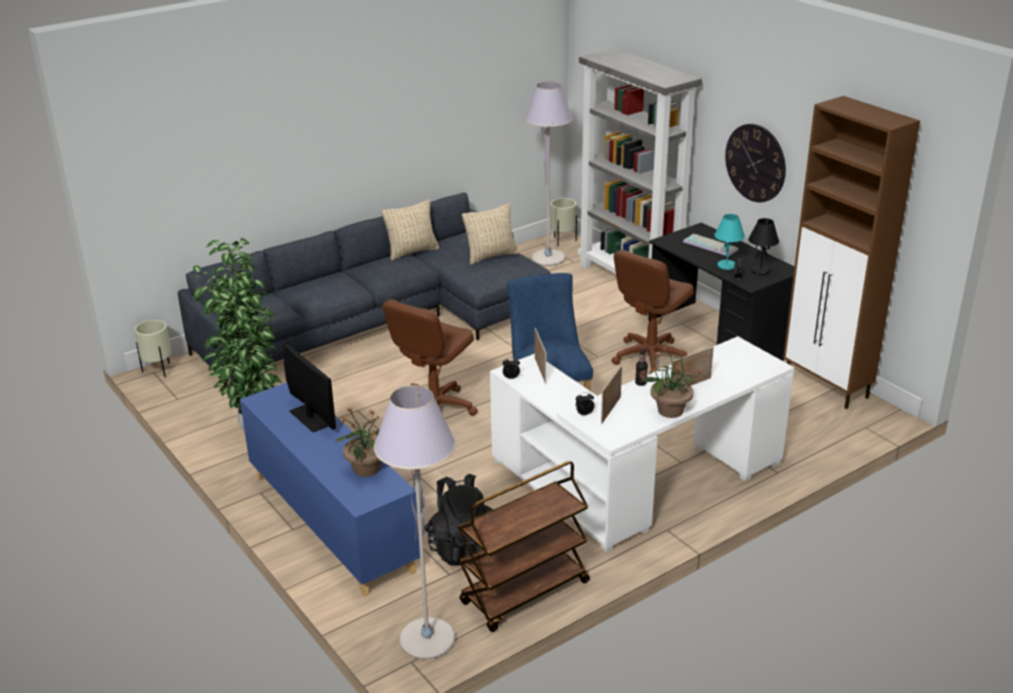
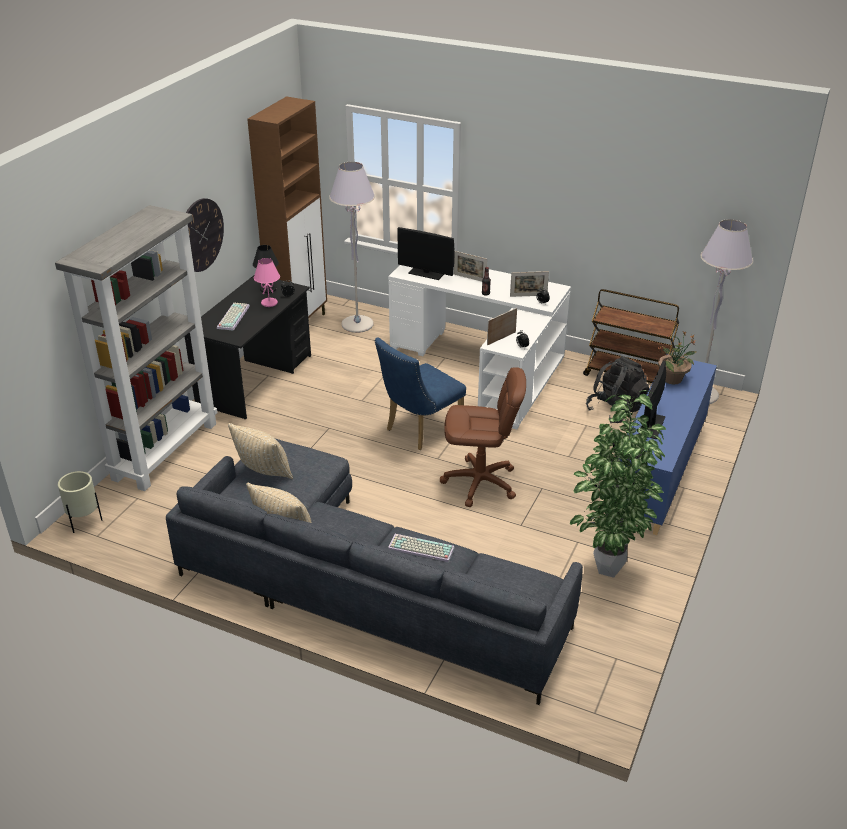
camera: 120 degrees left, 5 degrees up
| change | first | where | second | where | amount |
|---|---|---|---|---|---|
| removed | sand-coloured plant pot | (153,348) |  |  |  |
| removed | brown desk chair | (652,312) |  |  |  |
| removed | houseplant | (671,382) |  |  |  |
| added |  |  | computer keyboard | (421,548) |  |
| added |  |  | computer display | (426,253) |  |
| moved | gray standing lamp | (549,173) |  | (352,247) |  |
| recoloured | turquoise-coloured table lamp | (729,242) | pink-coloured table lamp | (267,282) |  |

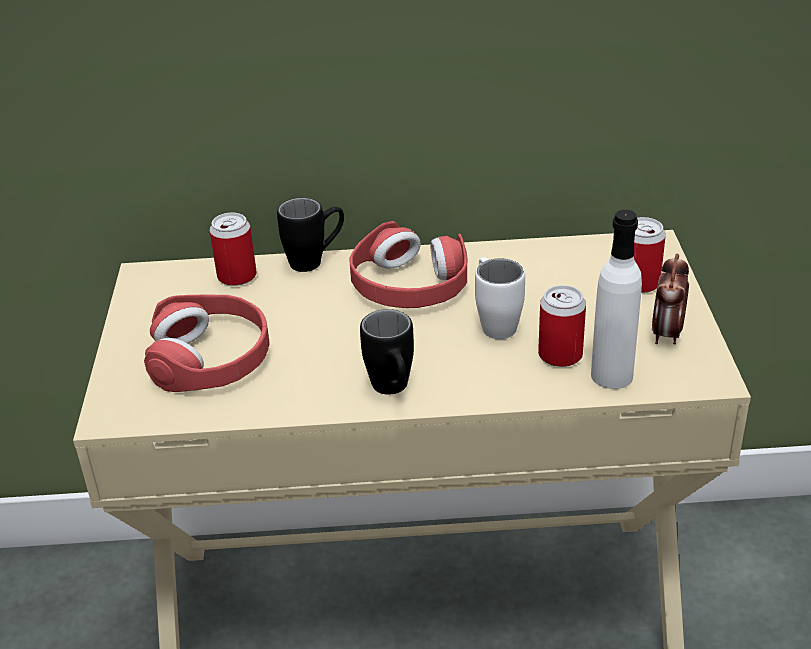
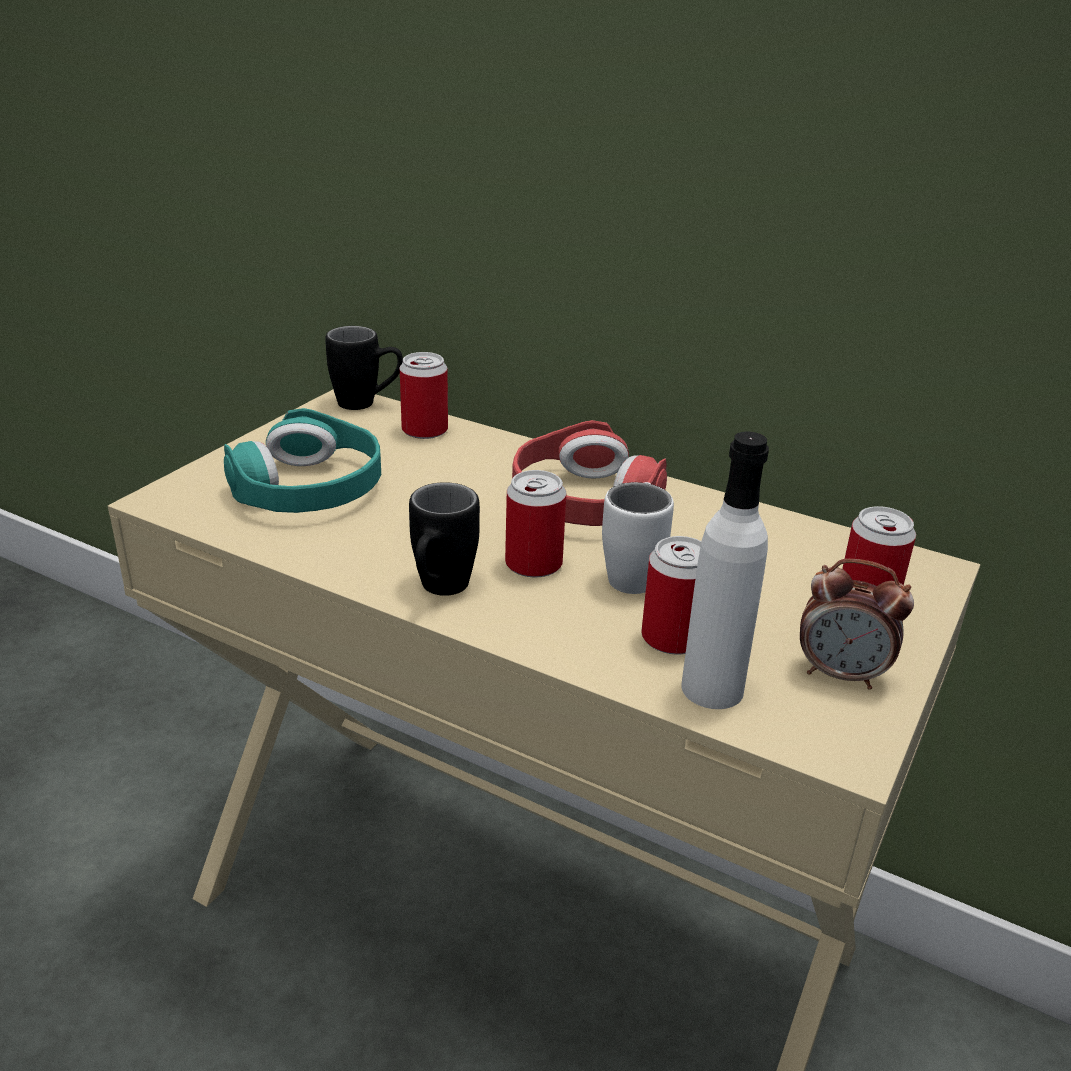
camera: 30 degrees right, 5 degrees down
| change | first | where | second | where | amount |
|---|---|---|---|---|---|
| added |  |  | metal can | (535,523) |  |
| moved | blackish coffee mug | (310,235) |  | (364,368) |  |
| recoloured | reddish headset | (206,343) | turquoise-coloured headset | (302,460) |  |
| turned | table clock | (670,299) |  | (857,624) | 120 degrees counterclockwise |

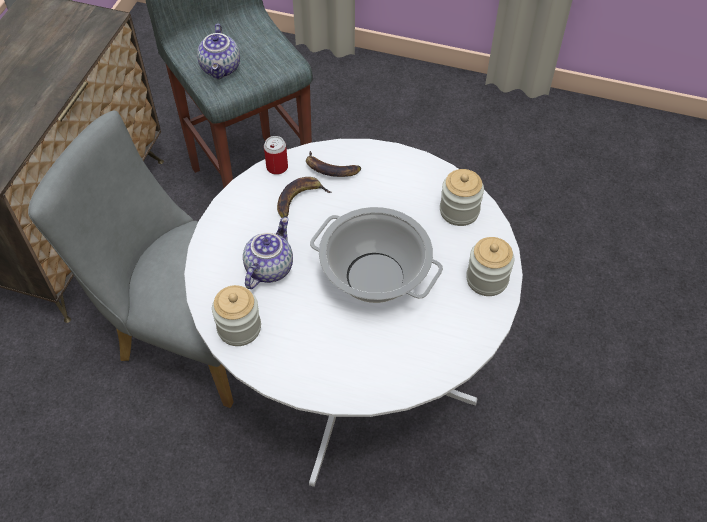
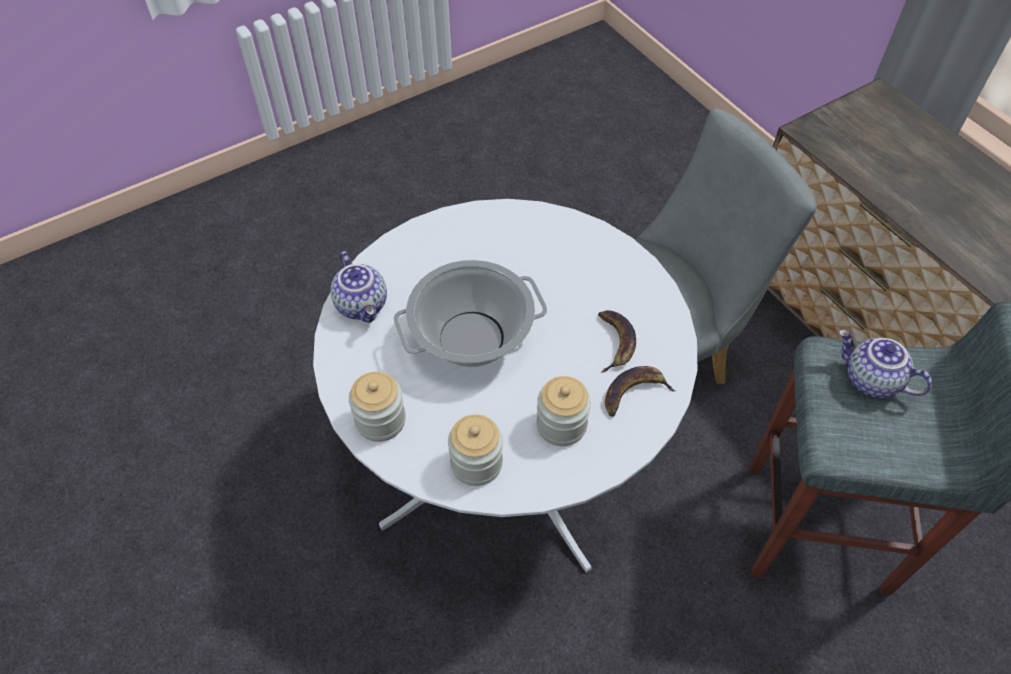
camera: 130 degrees right, 0 degrees up
| change | first | where | second | where | amount |
|---|---|---|---|---|---|
| removed | metal can | (276,155) |  |  |  |
| moved | storage jar | (236,315) |  | (563,411) |  |
| moved | teapot | (268,253) |  | (359,287) |  |

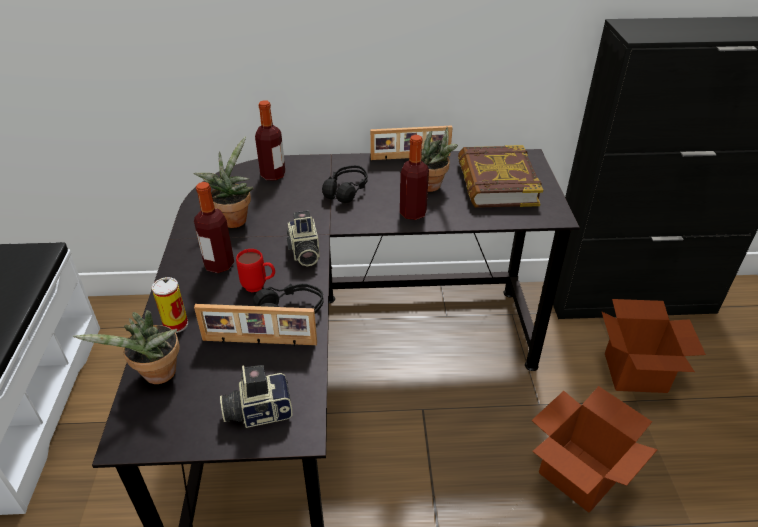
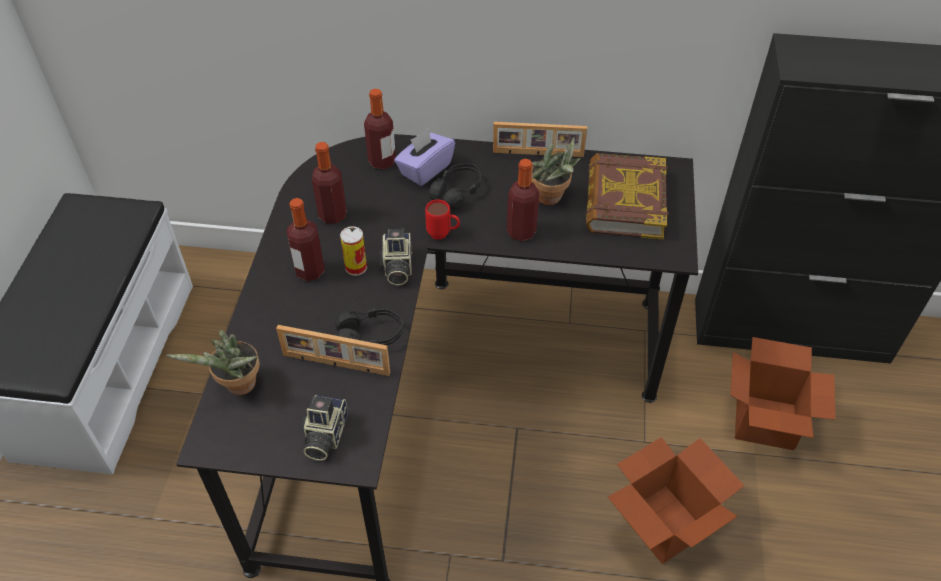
camera: 10 degrees right, 10 degrees up
| change | first | where | second | where | amount |
|---|---|---|---|---|---|
| added |  |  | purple-coloured box of tissues | (424,157) |  |
| moved | metal can | (170,305) |  | (353,251) |  |
| moved | reddish coffee mug | (255,270) |  | (442,220) |  |
| replaced | houseplant | (223,182) | bottle | (329,183) |  |
| turned | photo camera | (256,396) |  | (324,428) | 75 degrees counterclockwise |

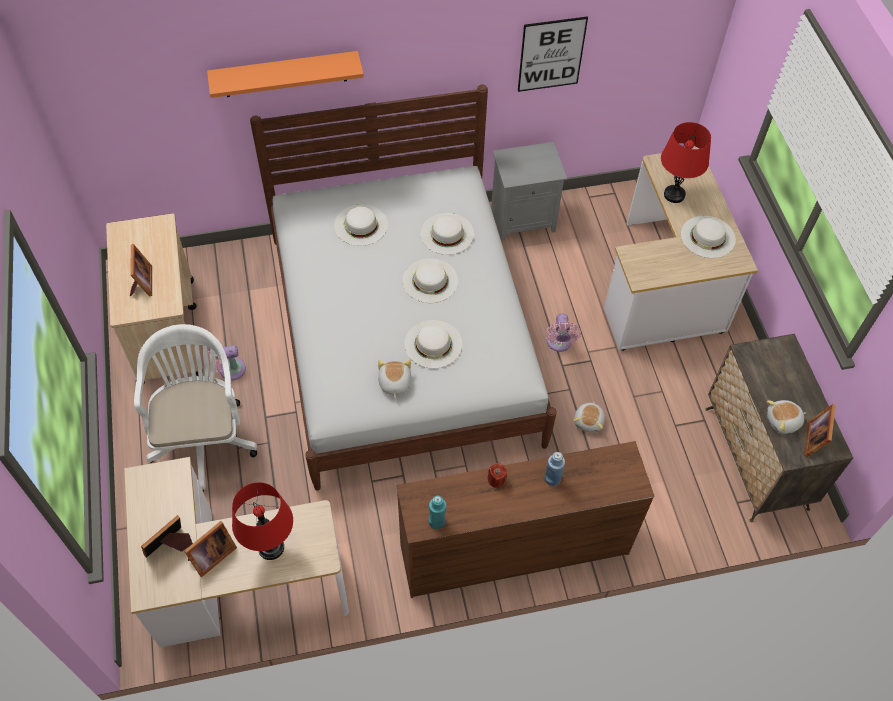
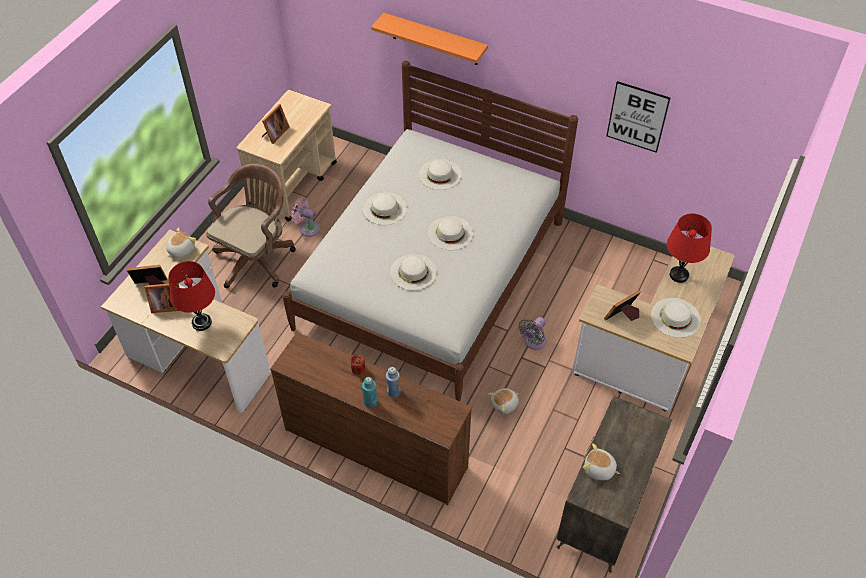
camera: 40 degrees right, 5 degrees down
| change | first | where | second | where | amount |
|---|---|---|---|---|---|
| removed | gray nightstand | (529,191) |  |  |  |
| moved | plush toy | (394,378) |  | (181,242) |  |
| moved | whitish hat | (447,234) |  | (385,208) |  |
| moved | turquoise-coloured bottle | (437,512) |  | (369,392) |  |
| moved | photo frame | (820,430) |  | (622,305) |  |
| recoloured | whitish desk chair | (195,407) | brown desk chair | (251,225) |  |
| recoloured | pink-coloured cooling fan | (563,333) | gray cooling fan | (532,333) |  |

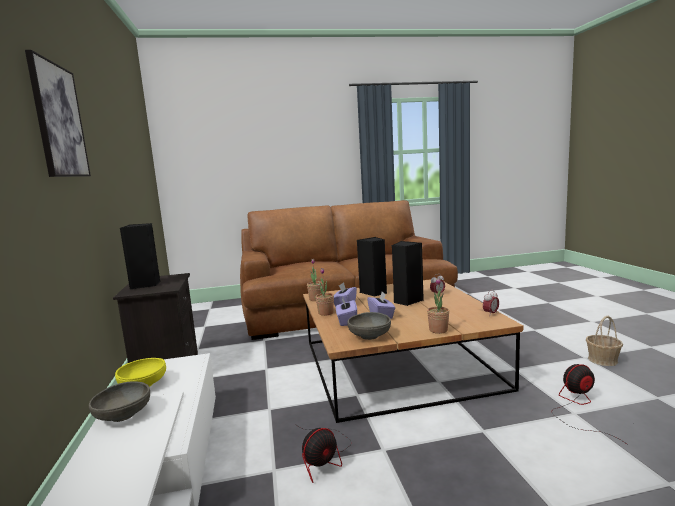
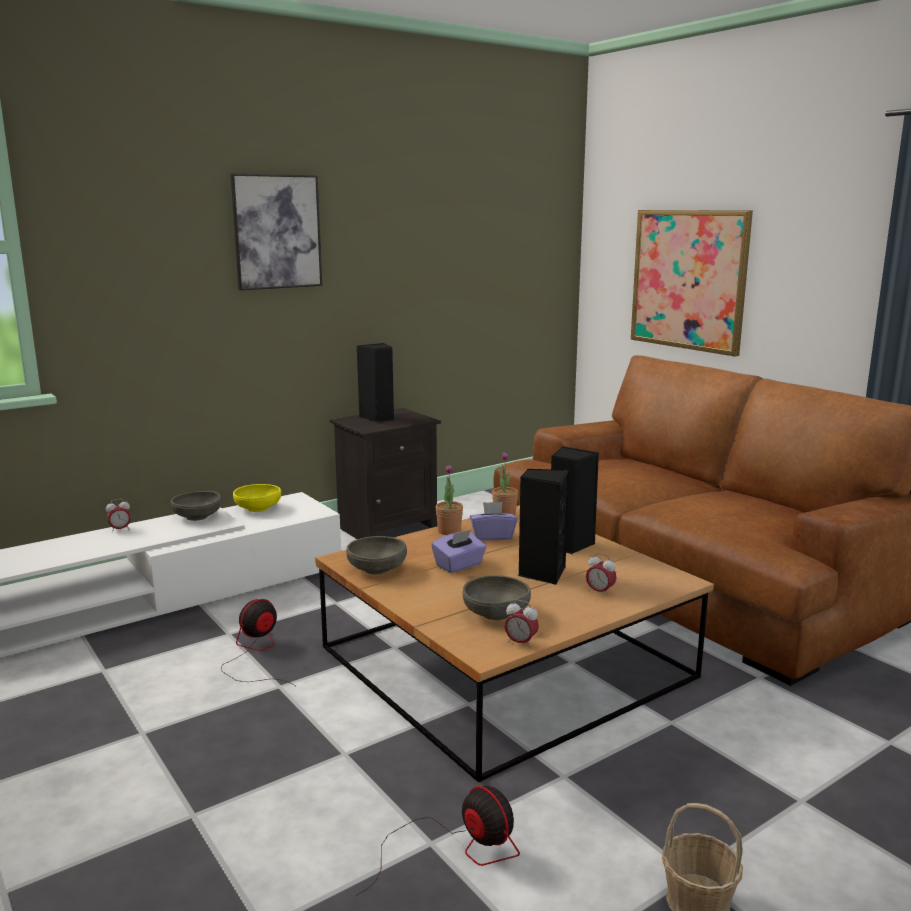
camera: 65 degrees right, 5 degrees up
| change | first | where | second | where | amount |
|---|---|---|---|---|---|
| removed | purple-coloured box of tissues | (346,311) |  |  |  |
| removed | houseplant | (438,306) |  |  |  |
| added |  |  | table clock | (118,515) |  |
| added |  |  | gray serving bowl | (497,597) |  |
| added |  |  | wall art | (692,283) |  |
| turned | cooling fan | (325,454) |  | (258,642) | 105 degrees clockwise |

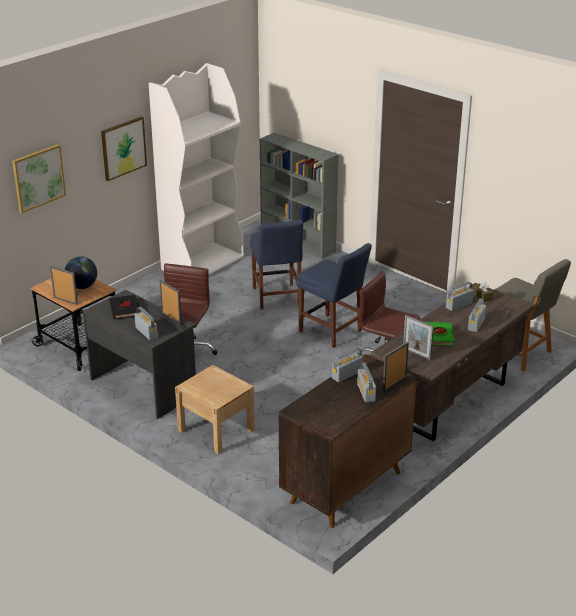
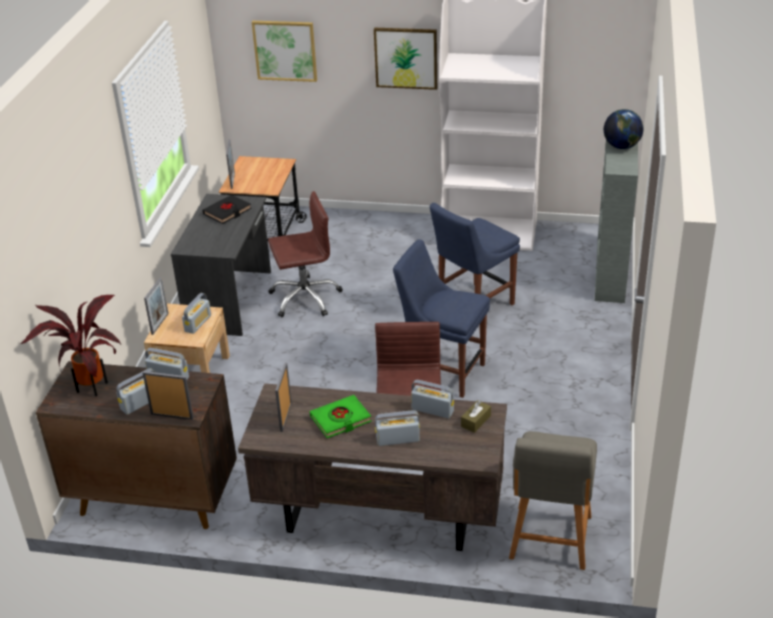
camera: 60 degrees right, 5 degrees up
| change | first | where | second | where | amount |
|---|---|---|---|---|---|
| added |  |  | houseplant | (70,345) |  |
| moved | world globe | (81,273) |  | (624,129) |  |
| moved | radio set | (146,323) |  | (196,313) |  |
| moved | photo frame | (171,302) |  | (156,306) |  |
| turned | blue plain chair | (334,295) |  | (441,318) | 105 degrees clockwise |

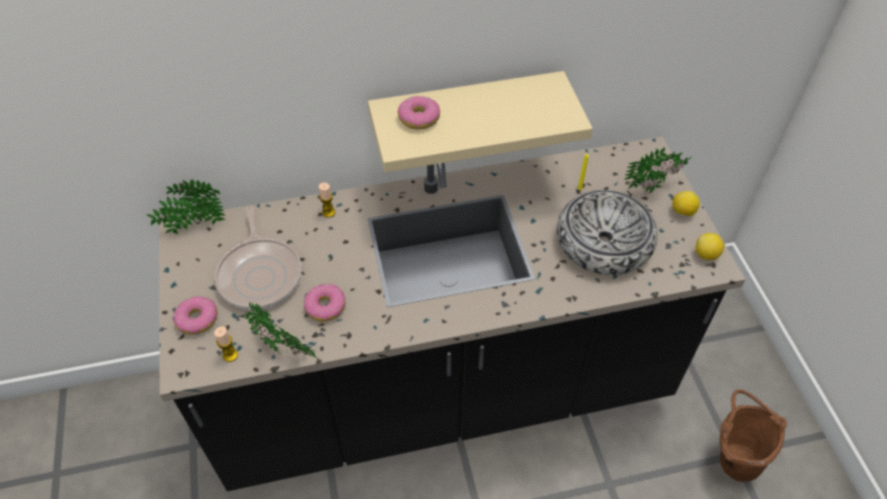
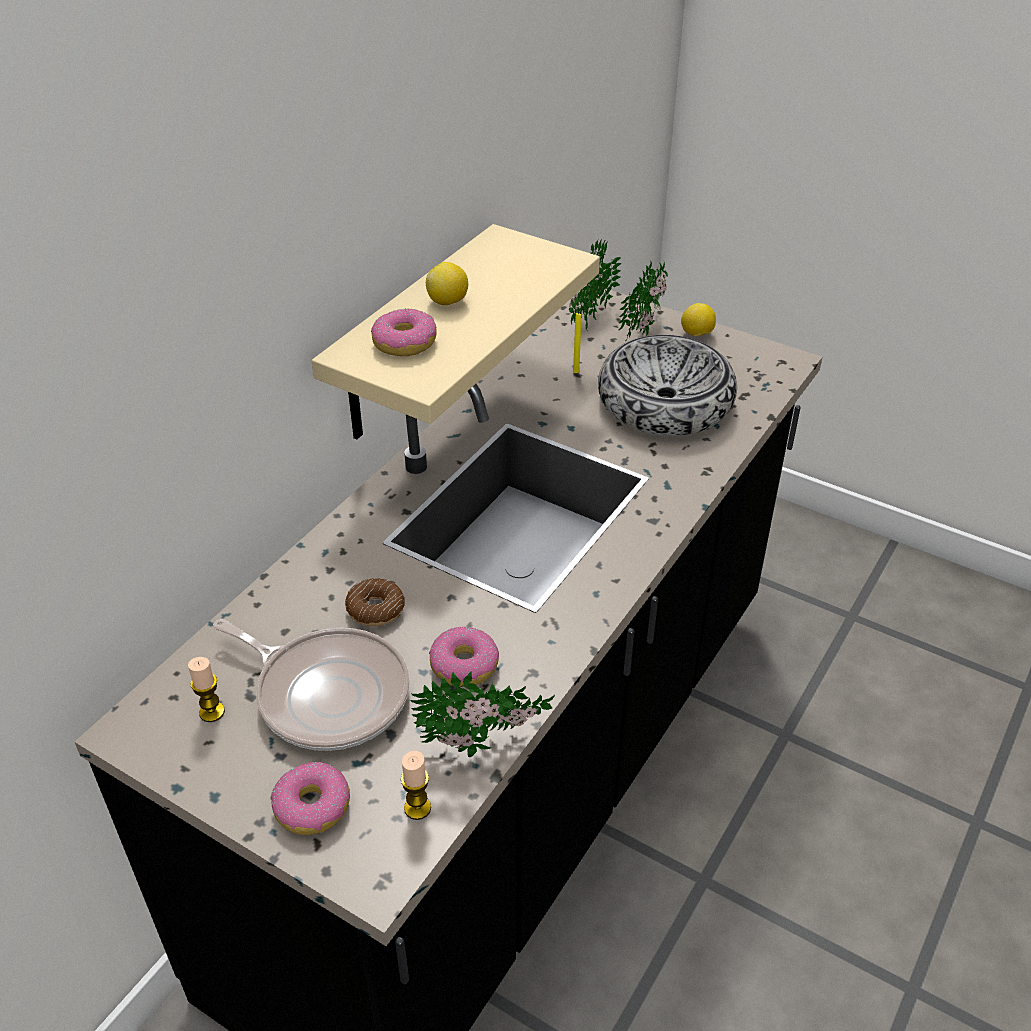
camera: 45 degrees left, 10 degrees down
| change | first | where | second | where | amount |
|---|---|---|---|---|---|
| removed | brown bucket | (753,435) |  |  |  |
| added |  |  | doughnut | (375,602) |  |
| moved | houseplant | (186,206) |  | (595,285) |  |
| moved | wax candle | (327,200) |  | (206,689) |  |
| moved | lemon | (710,246) |  | (447,283) |  |

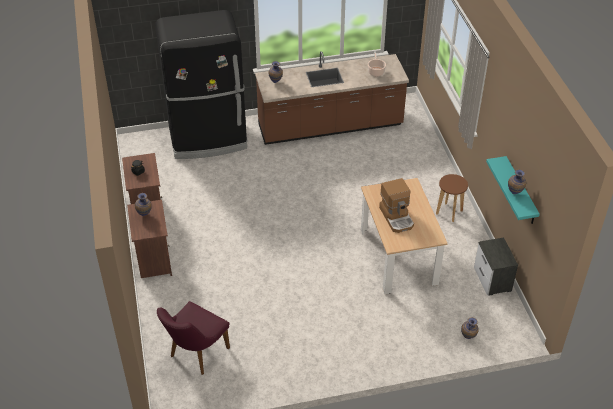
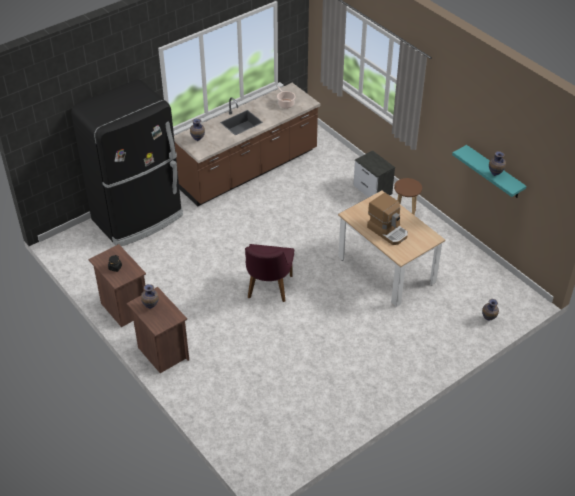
camera: 25 degrees left, 0 degrees up
| change | first | where | second | where | amount |
|---|---|---|---|---|---|
| moved | purple-coloured plain chair | (193,338) |  | (269,273) |  |
| moved | nightstand | (496,266) |  | (374,173) |  |

